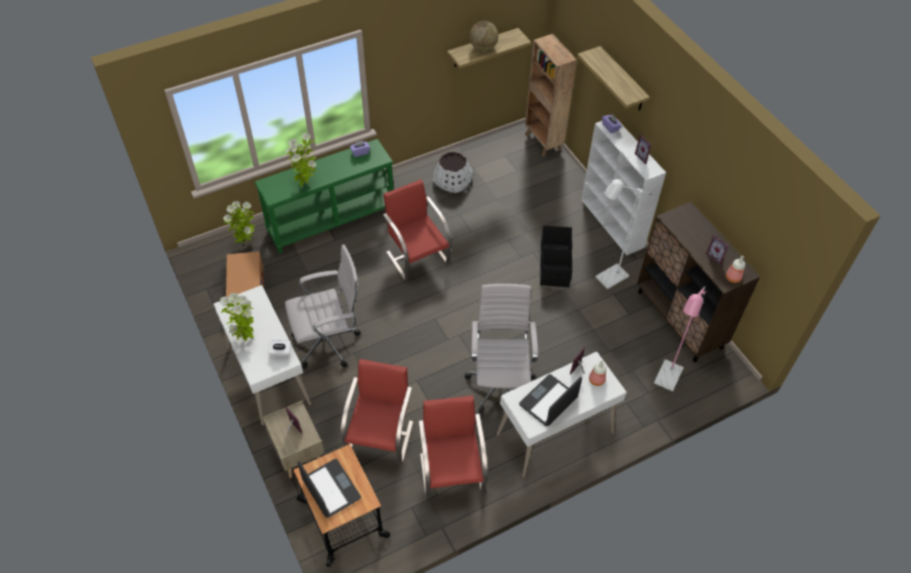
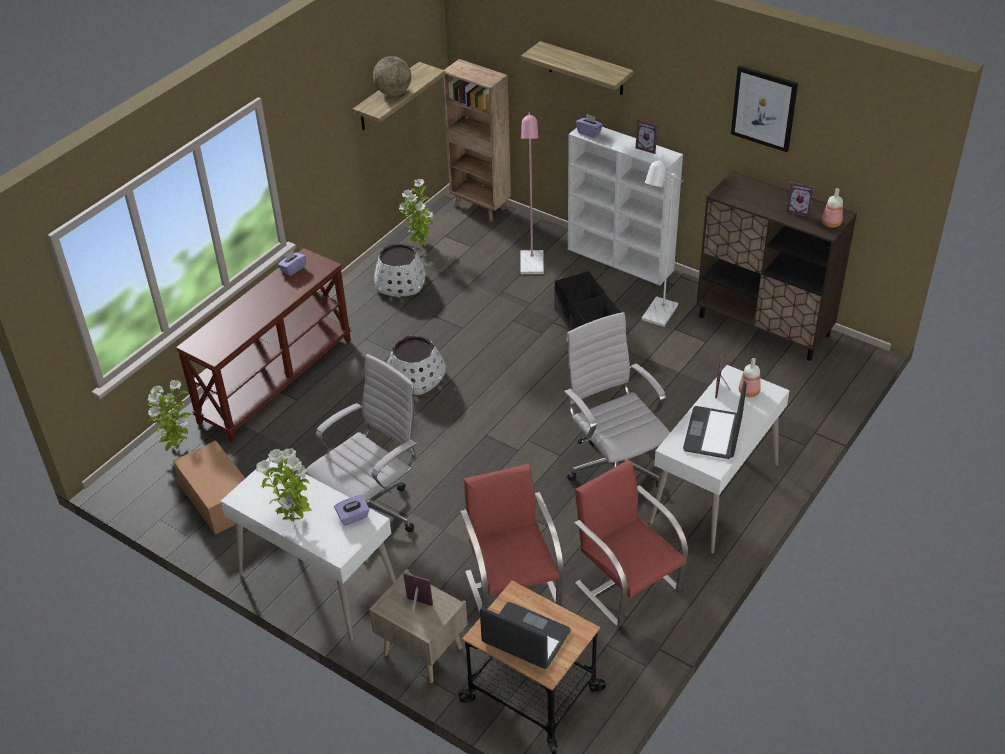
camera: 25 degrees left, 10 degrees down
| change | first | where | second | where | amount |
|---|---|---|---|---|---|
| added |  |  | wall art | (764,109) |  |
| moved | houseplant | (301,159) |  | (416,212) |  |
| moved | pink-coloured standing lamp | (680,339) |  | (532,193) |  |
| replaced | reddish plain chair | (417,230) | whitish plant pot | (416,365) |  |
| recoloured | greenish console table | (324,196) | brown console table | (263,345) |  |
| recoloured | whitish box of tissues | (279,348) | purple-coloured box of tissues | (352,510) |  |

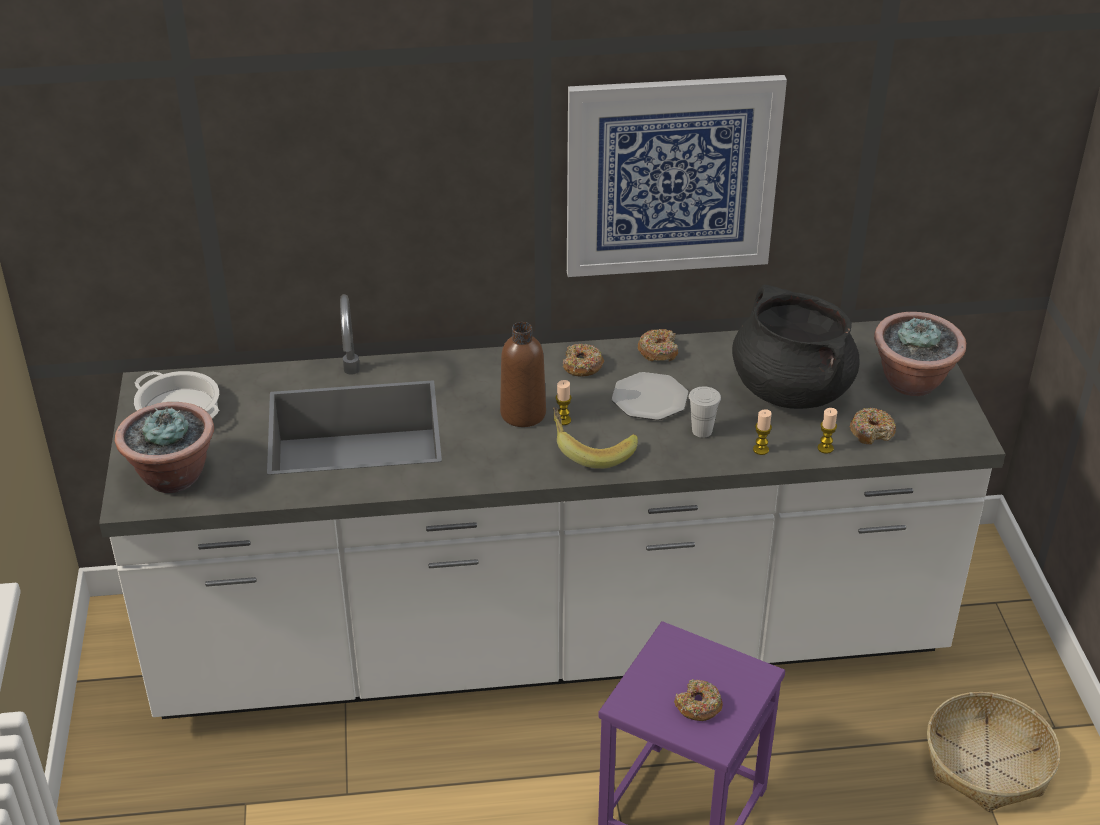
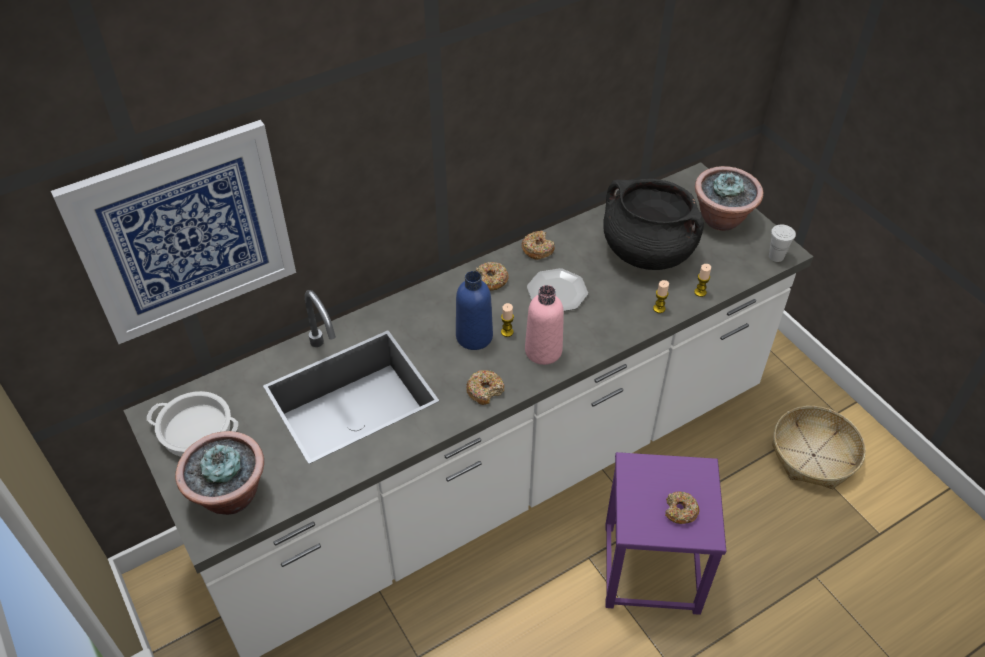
camera: 25 degrees left, 10 degrees up
| change | first | where | second | where | amount |
|---|---|---|---|---|---|
| moved | wall art | (677,176) |  | (173,232) |  |
| moved | whitish drinking cup | (705,412) |  | (782,243) |  |
| moved | doughnut | (873,426) |  | (485,387) |  |
| replaced | banana | (595,438) | pink-coloured bottle | (544,325) |  |
| recoloured | brown bottle | (523,374) | blue bottle | (474,310) |  |

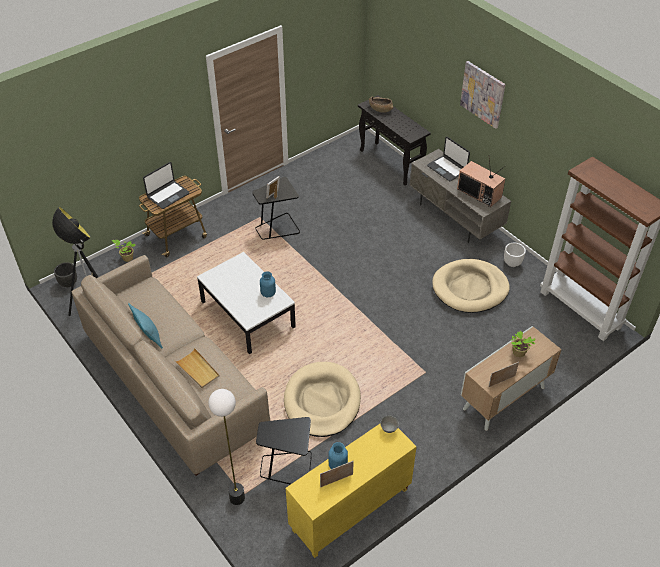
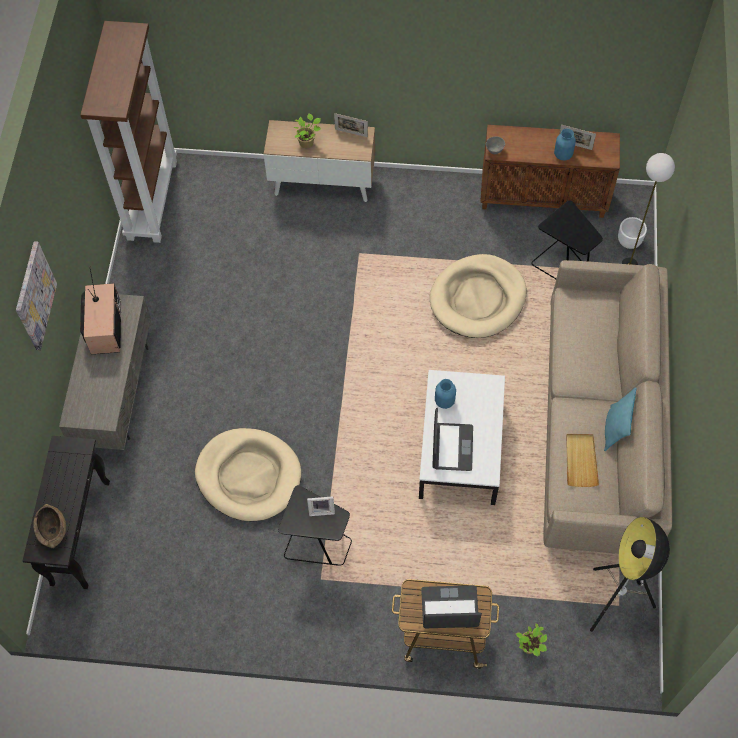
camera: 135 degrees left, 15 degrees up
| change | first | where | second | where | amount |
|---|---|---|---|---|---|
| removed | blackish plant pot | (65,274) |  |  |  |
| moved | sand-coloured carrying tray | (197,368) |  | (582,460) |  |
| moved | notebook computer | (448,159) |  | (452,439) |  |
| moved | sand-coloured pet bed | (470,286) |  | (248,474) |  |
| moved | whitish plant pot | (515,255) |  | (632,233) |  |
| recoloured | yellowish cabinet | (351,491) | brown cabinet | (550,171) |  |

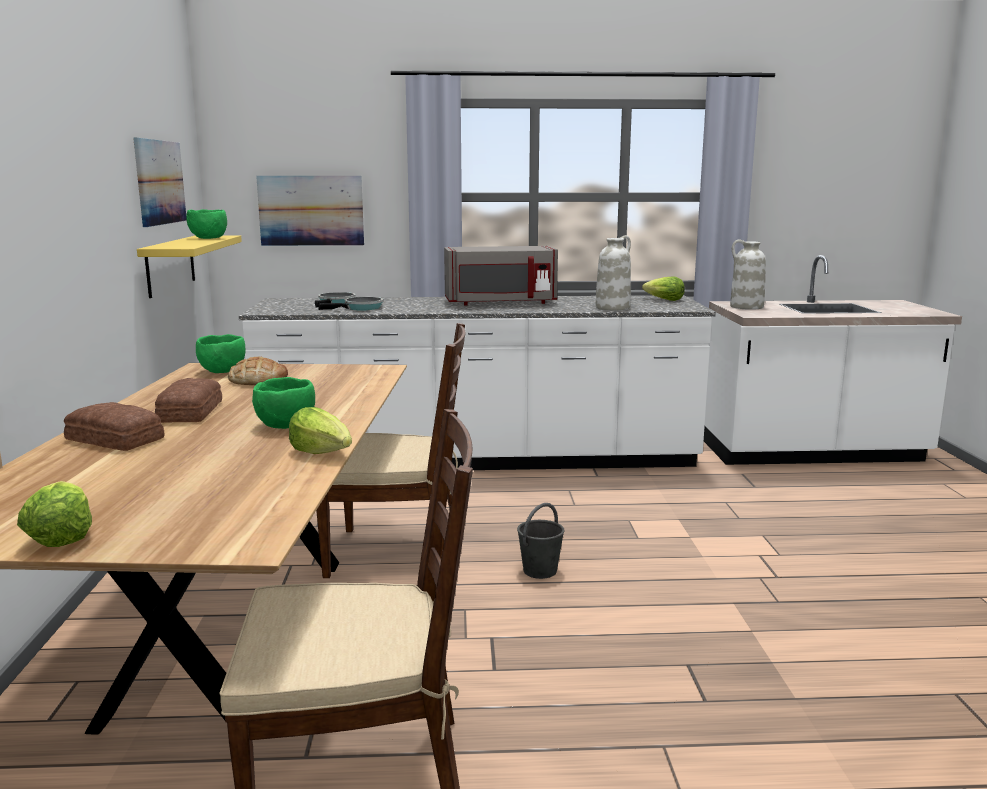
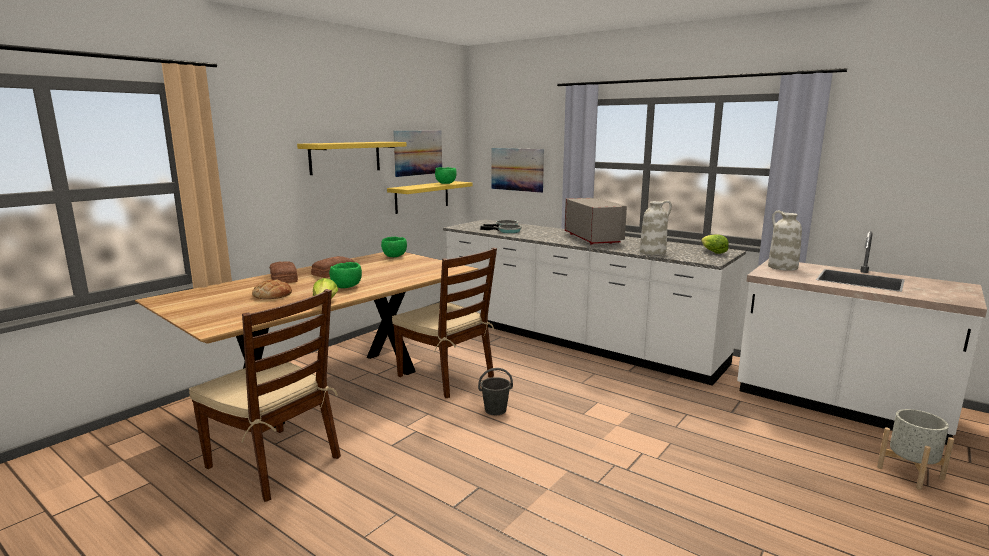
camera: 40 degrees right, 0 degrees up
| change | first | where | second | where | amount |
|---|---|---|---|---|---|
| removed | head of lettuce | (54,514) |  |  |  |
| added |  |  | yellowish bracket shelf | (352,158) |  |
| added |  |  | gray plant pot | (915,449) |  |
| moved | bread | (258,371) |  | (272,289) |  |
| turned | gray microwave | (501,276) |  | (596,221) | 135 degrees counterclockwise |

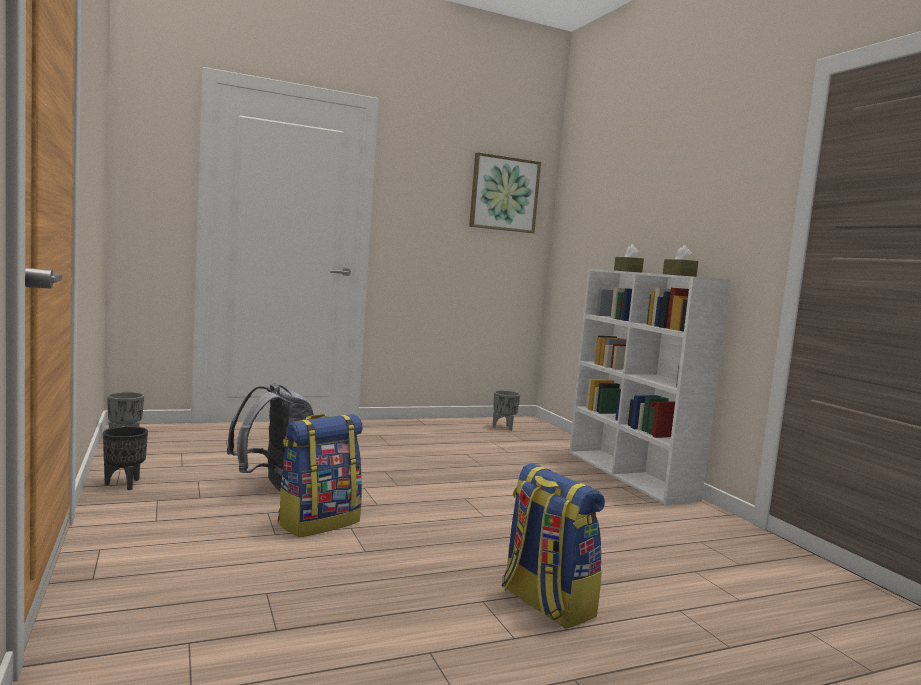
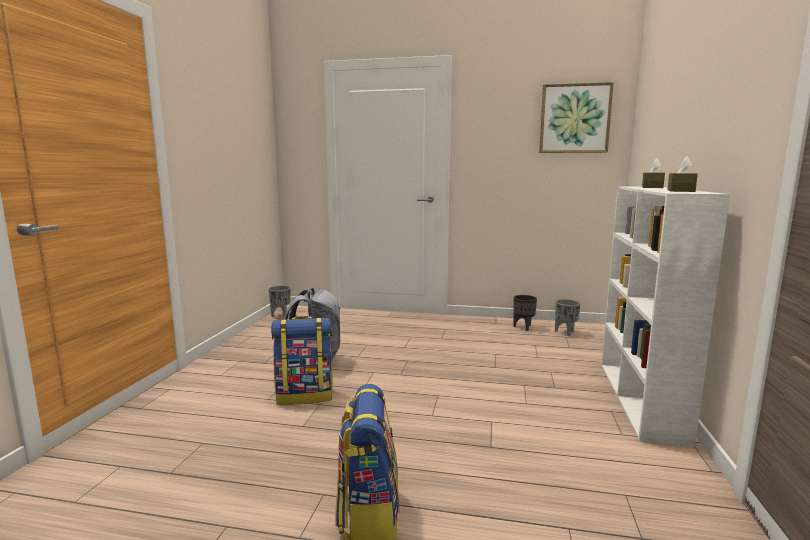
camera: 35 degrees right, 5 degrees up
| change | first | where | second | where | amount |
|---|---|---|---|---|---|
| moved | blackish plant pot | (125,458) |  | (525,313) |  |

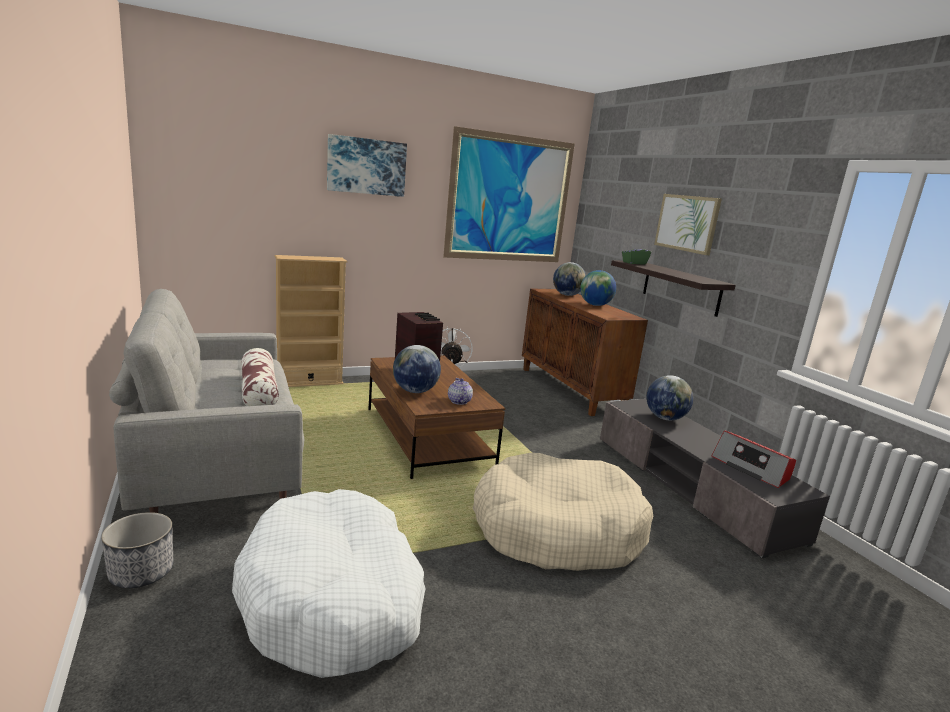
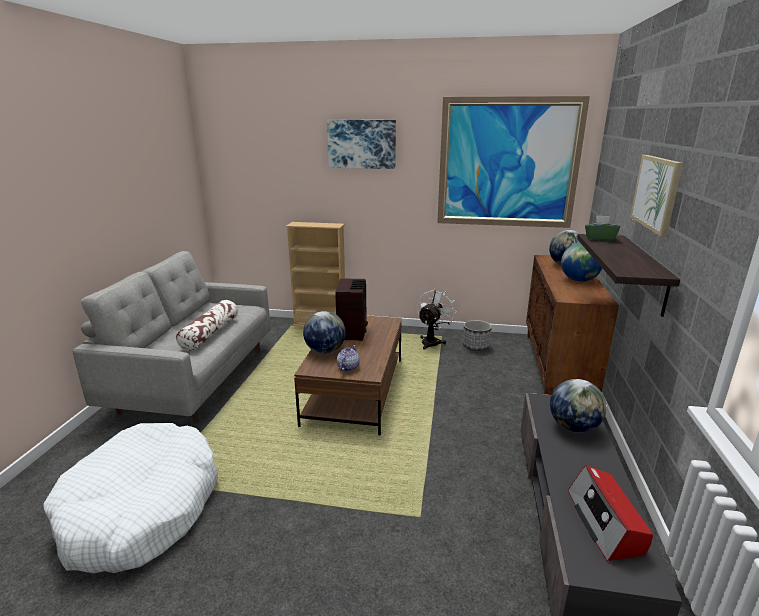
camera: 35 degrees right, 5 degrees up
| change | first | where | second | where | amount |
|---|---|---|---|---|---|
| removed | sand-coloured pet bed | (563,512) |  |  |  |
| moved | plant pot | (137,550) |  | (477,335) |  |

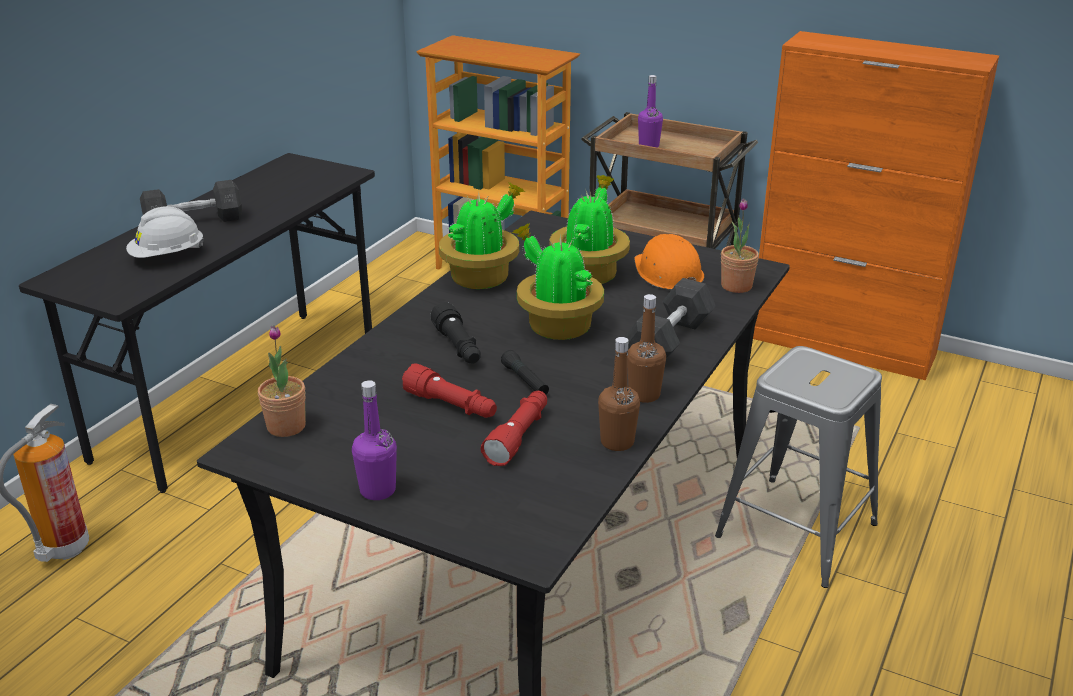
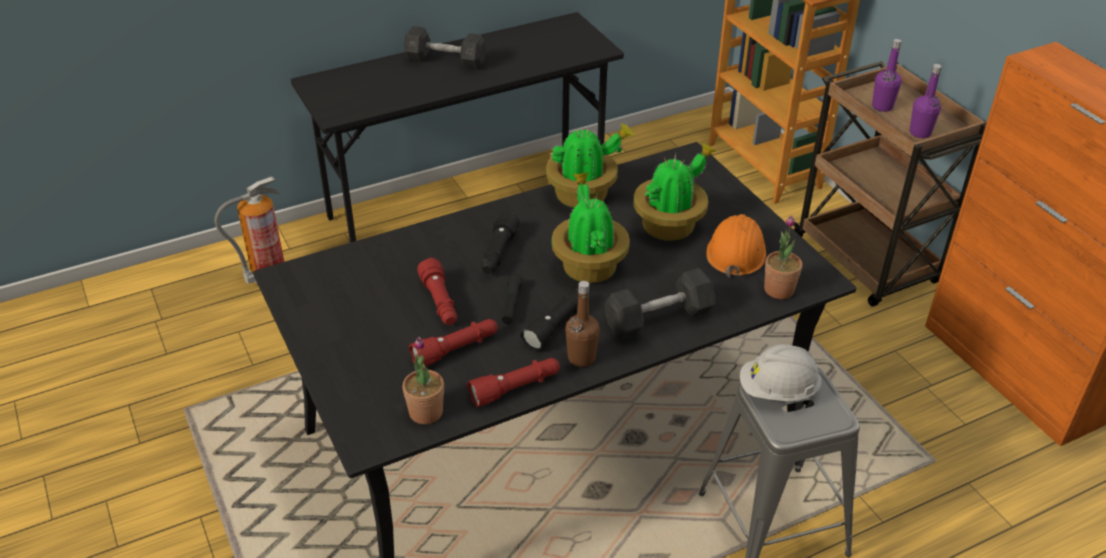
camera: 35 degrees right, 10 degrees up
| change | first | where | second | where | amount |
|---|---|---|---|---|---|
| added |  |  | blackish hand torch | (549,319) |  |
| moved | whitish work helmet | (165,232) |  | (781,372) |  |
| moved | houseplant | (282,381) |  | (423,380) |  |
| moved | purple-coloured bottle | (374,440) |  | (926,101) |  |
| replaced | brown bottle | (619,394) | reddish hand torch | (513,382) |  |

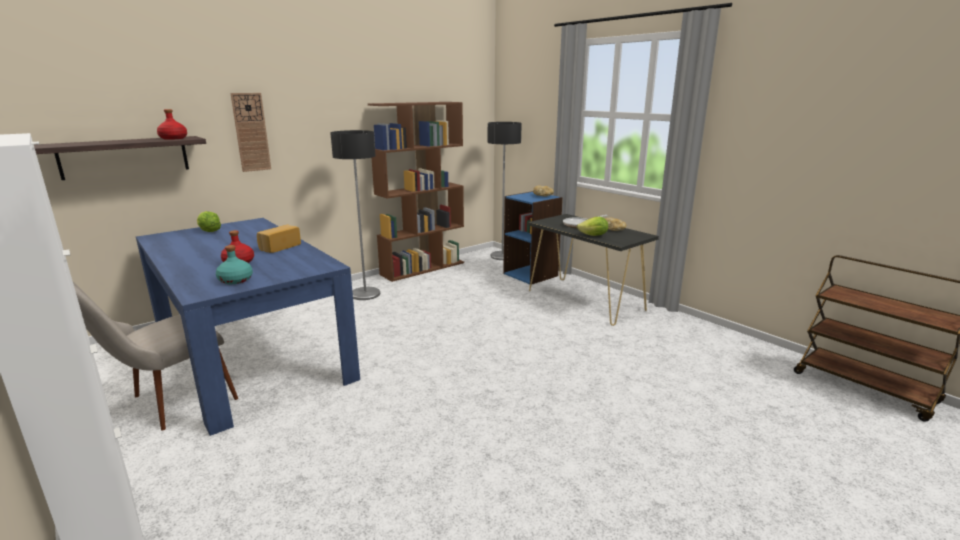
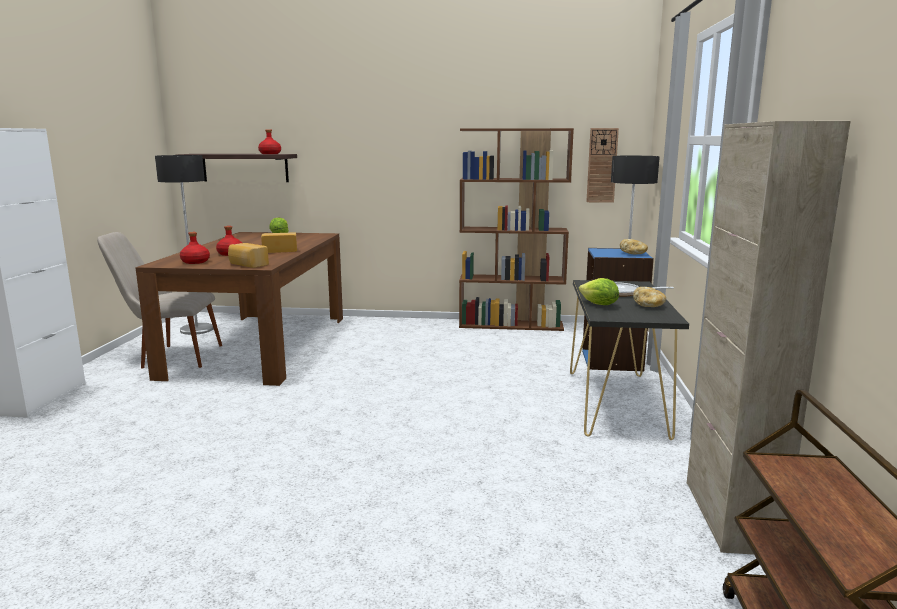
camera: 45 degrees right, 5 degrees down
| change | first | where | second | where | amount |
|---|---|---|---|---|---|
| added |  |  | bread | (248,255) |  |
| added |  |  | sand-coloured cabinet | (768,338) |  |
| moved | clock on the wall | (250,132) |  | (602,165) |  |
| moved | standing lamp | (355,215) |  | (184,245) |  |
| recoloured | blue dining table | (248,327) | brown dining table | (239,309) |  |
| recoloured | turquoise-coloured bottle | (234,264) | reddish bottle | (195,248) |  |

